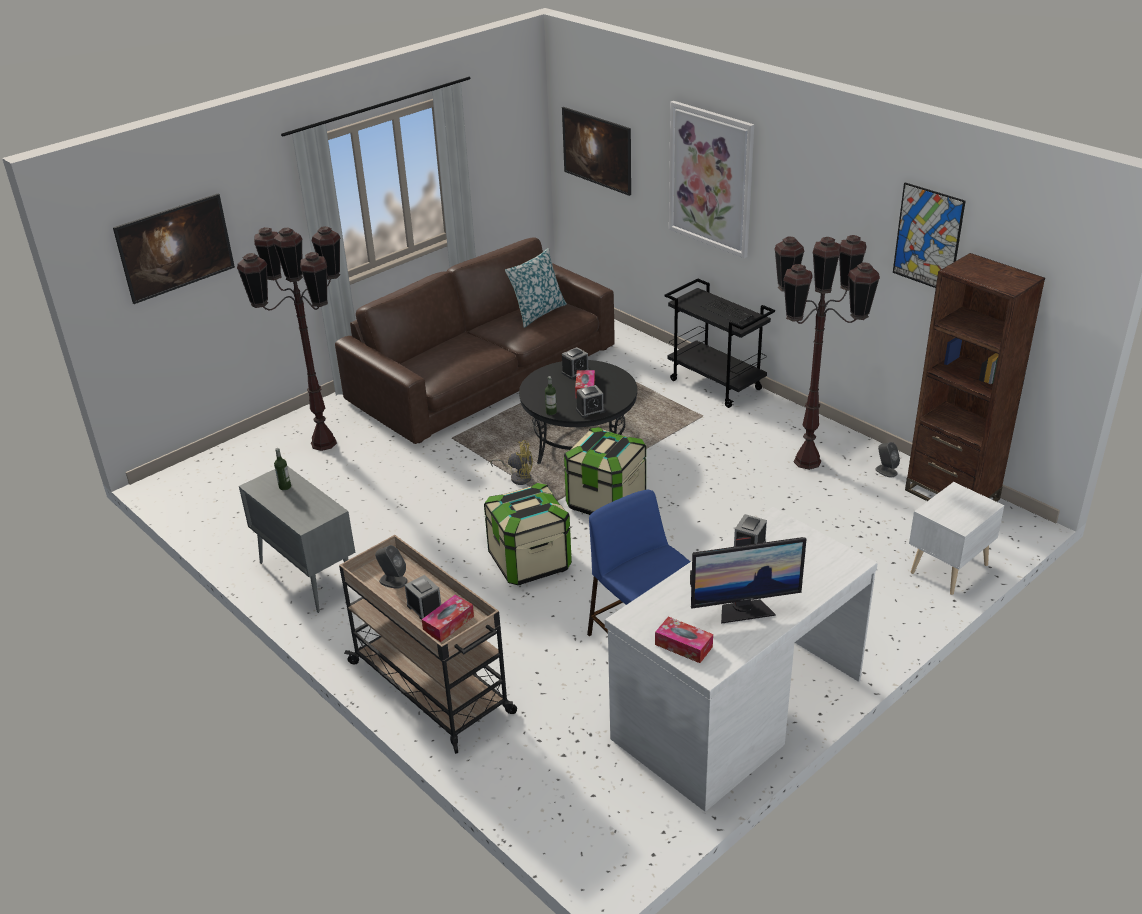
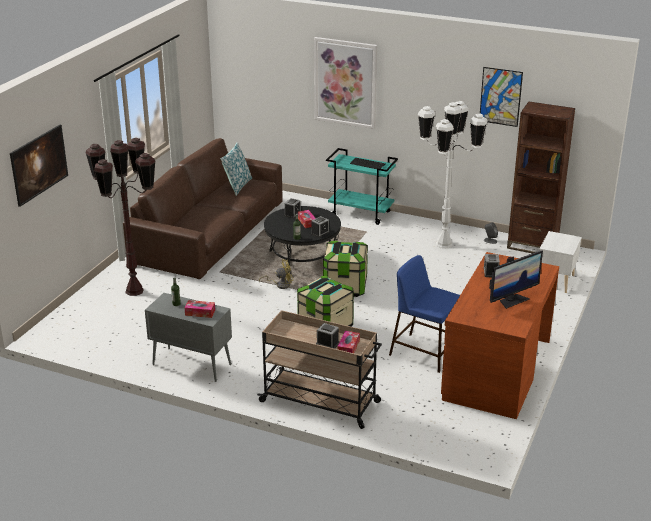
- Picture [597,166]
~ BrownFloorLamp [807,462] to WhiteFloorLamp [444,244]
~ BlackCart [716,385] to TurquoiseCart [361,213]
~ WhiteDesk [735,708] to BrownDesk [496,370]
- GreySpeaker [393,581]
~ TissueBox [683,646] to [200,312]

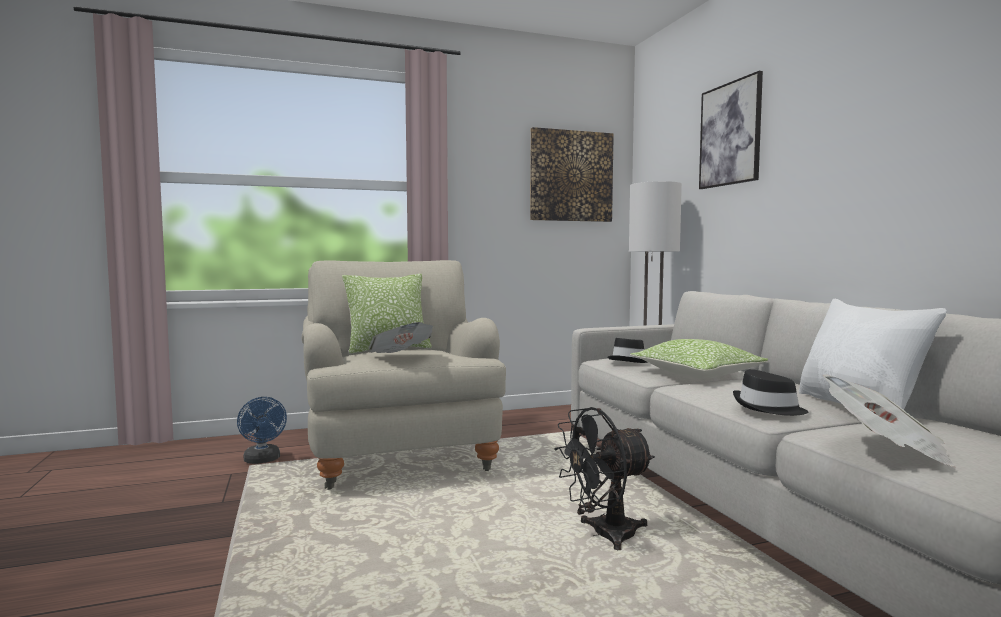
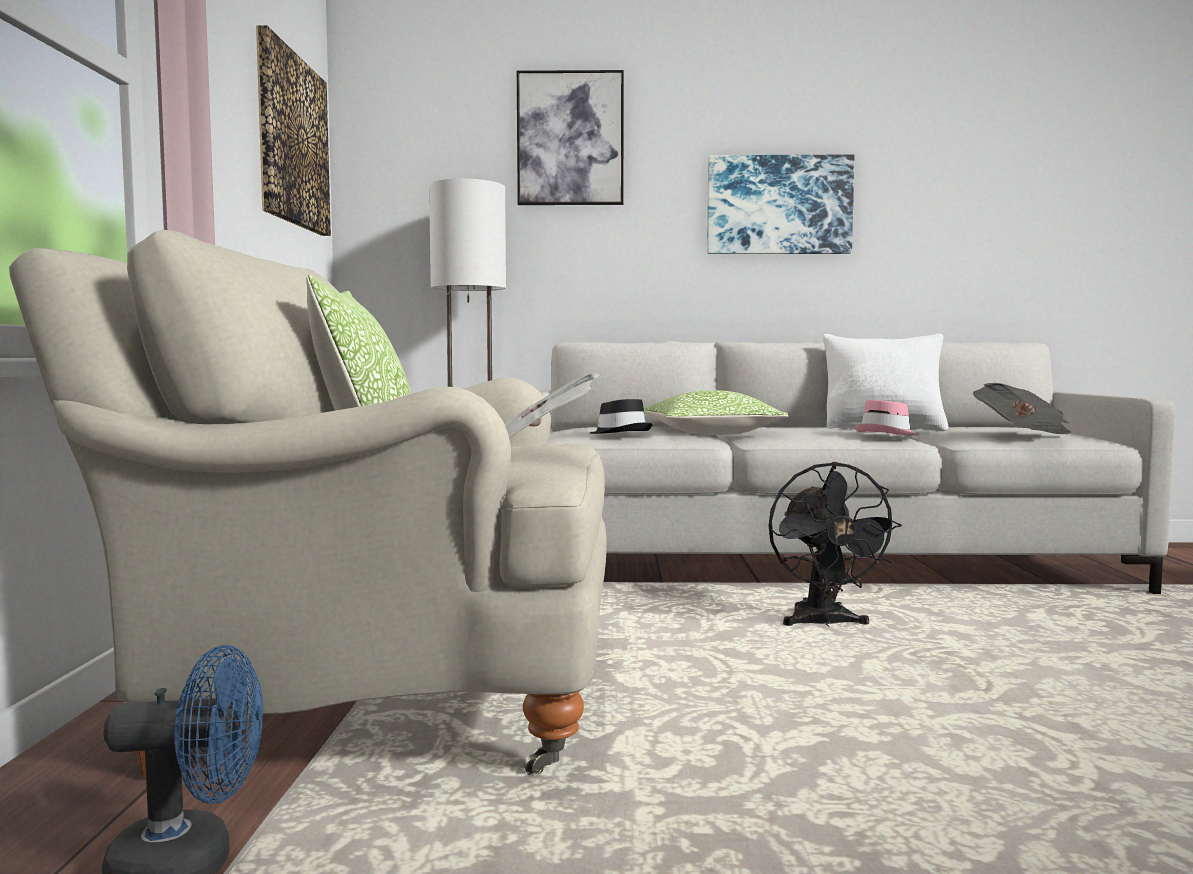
~ BlackHat [768,408] to PinkHat [888,435]
+ Picture [778,205]

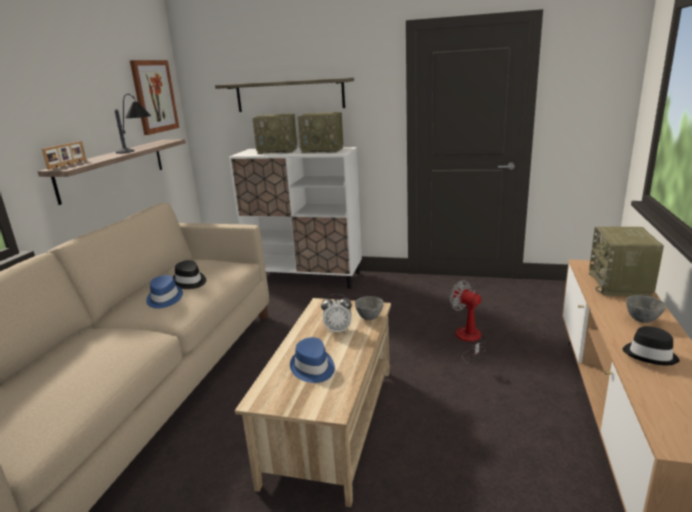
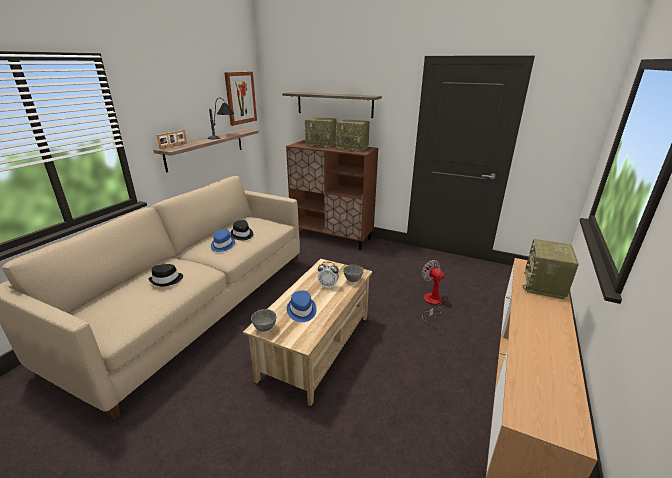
~ WhiteCabinet [305,277] to BrownCabinet [332,237]
~ GreyBowl [642,320] to [265,328]
~ BlackHat [650,355] to [166,280]

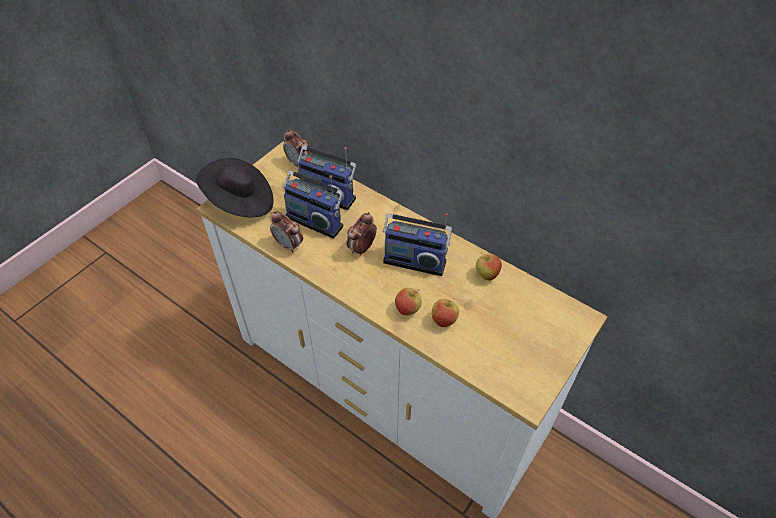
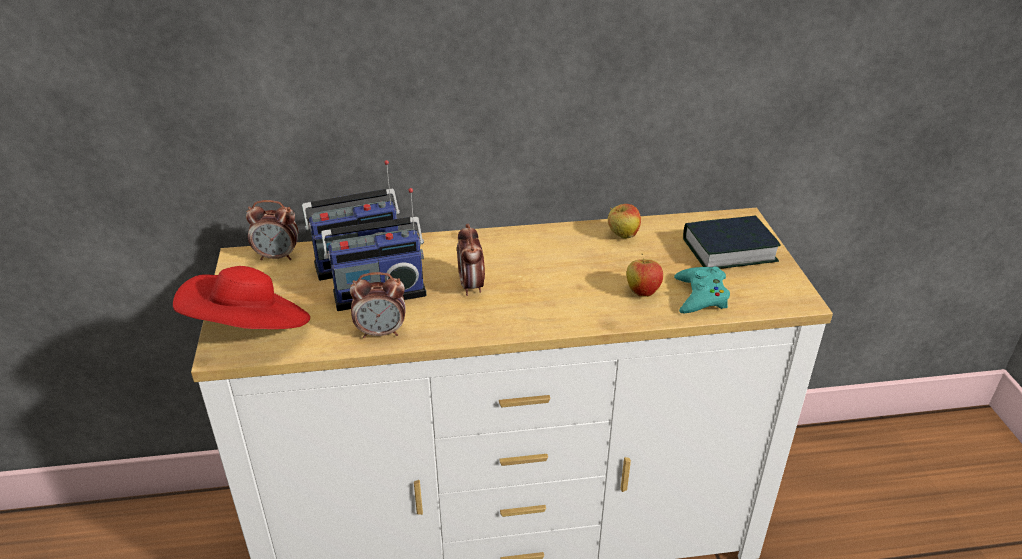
~ BlackHat [240,202] to RedHat [250,330]
- Radio [415,259]
- Apple [408,309]
+ Book [729,250]
+ TurquoiseGameController [700,296]

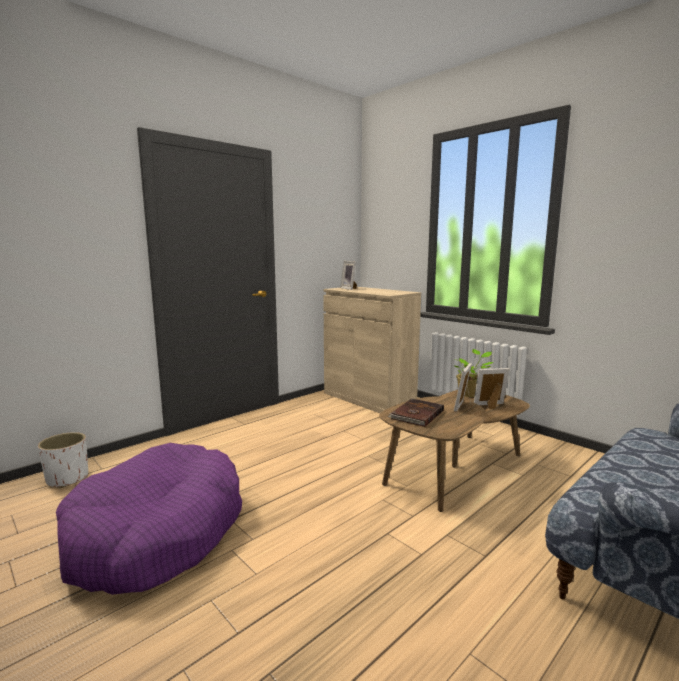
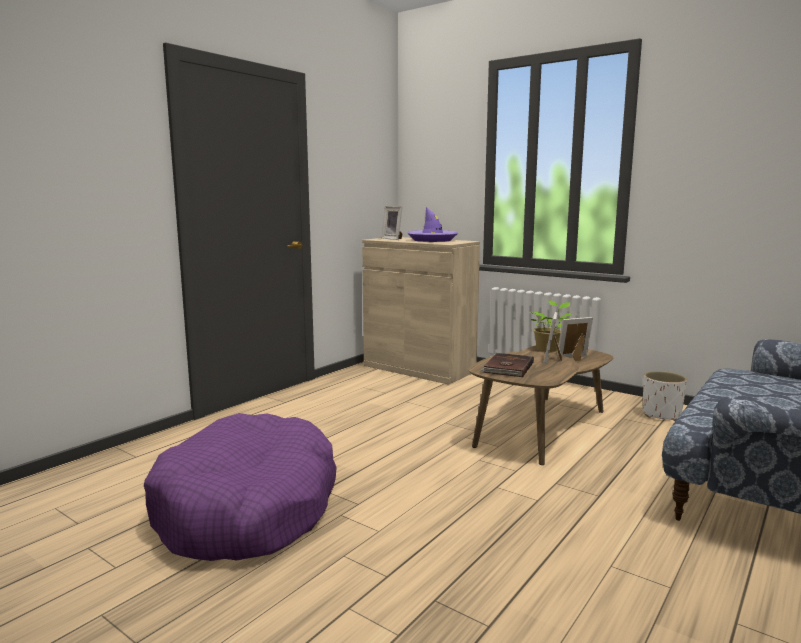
~ WhitePlanter [68,478] to [661,415]
+ PurpleHat [432,240]

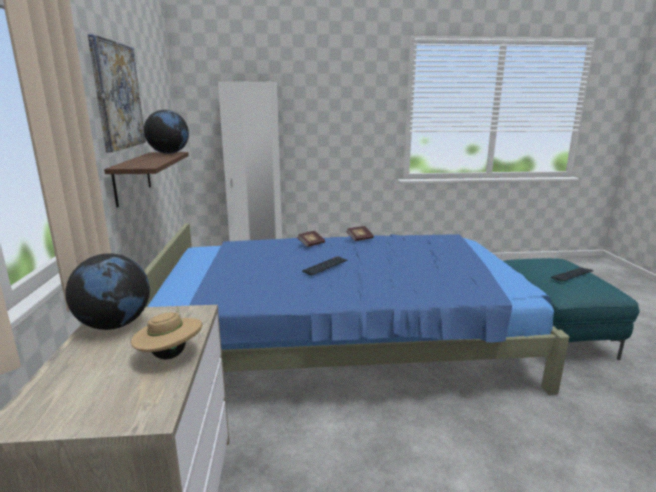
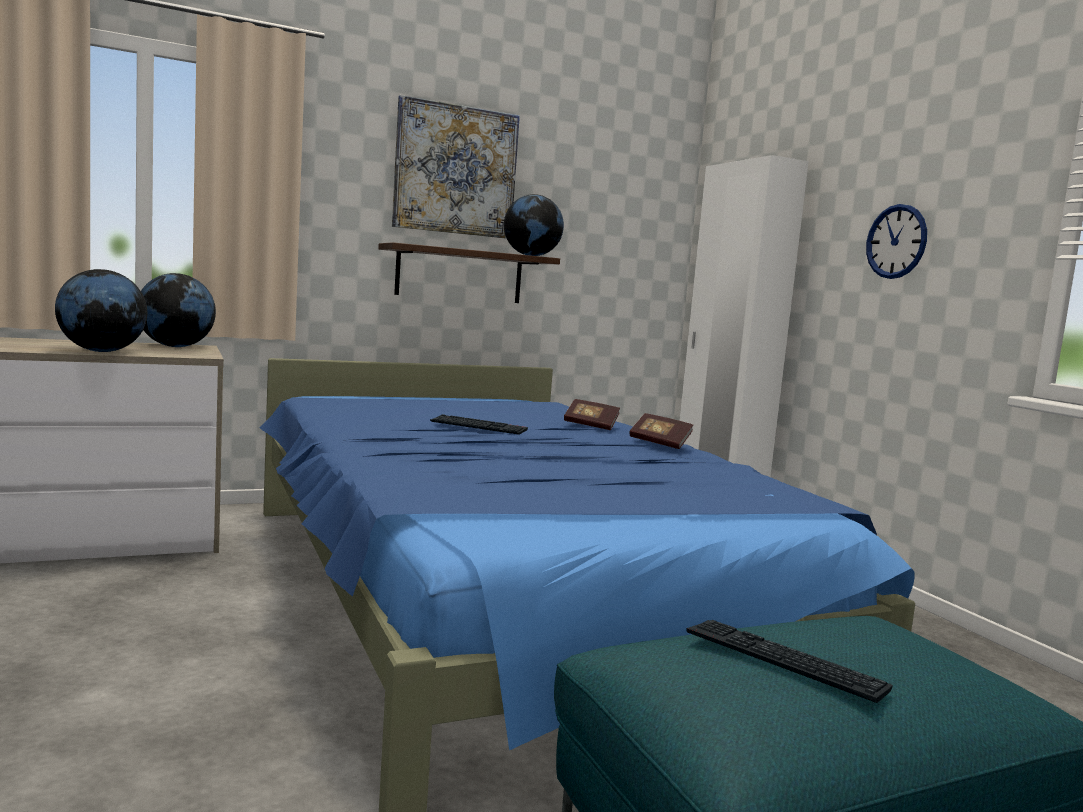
~ BeigeHat [170,355] to Globe [101,351]
+ WallClock [896,241]

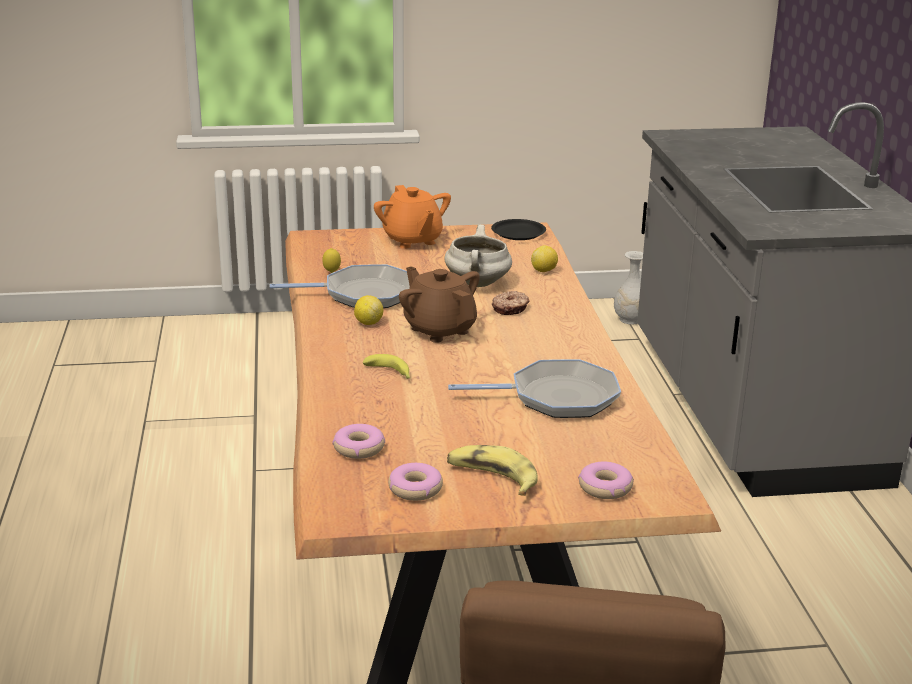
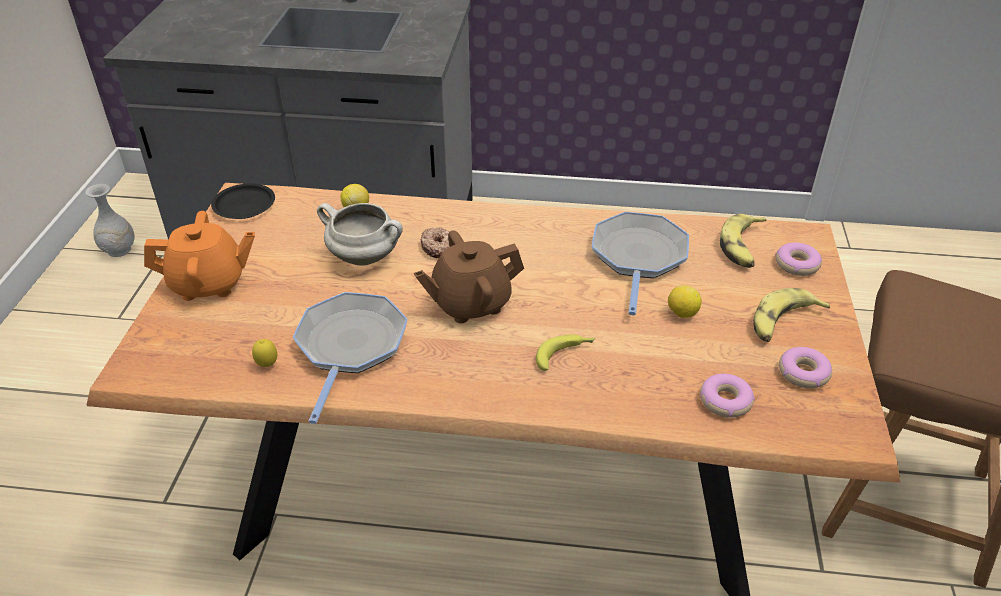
~ Lemon [368,323] to [681,313]
+ Banana [742,247]

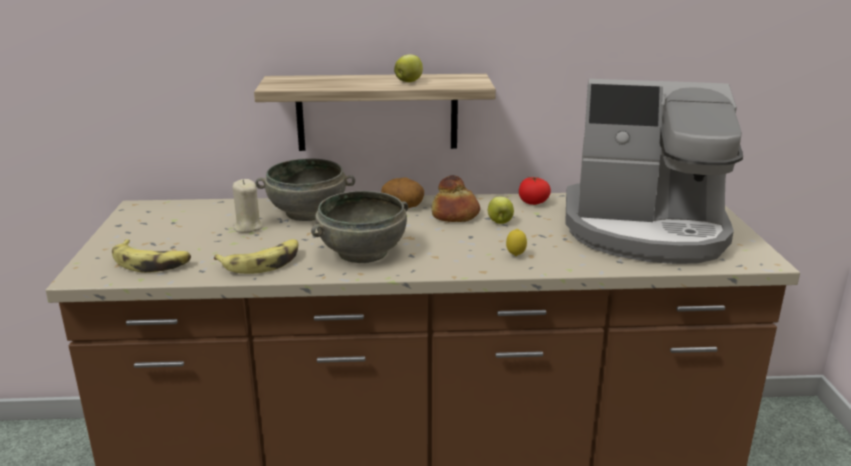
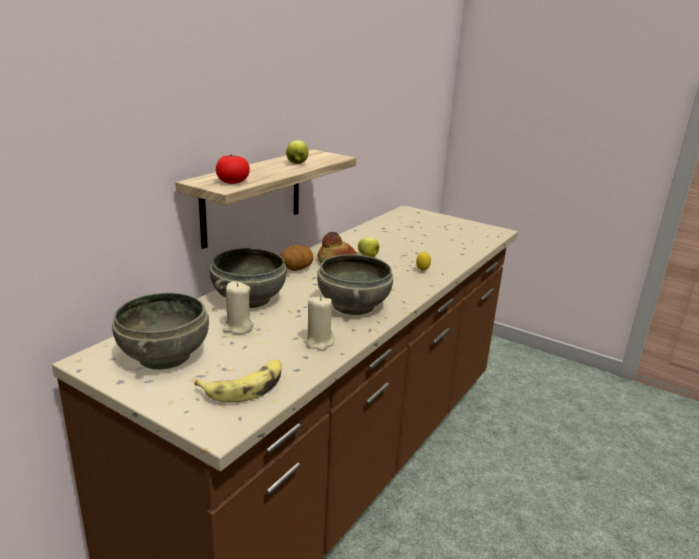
- CoffeeMachine [645,230]
~ Tomato [533,202] to [233,182]
~ Banana [262,263] to BeigeCandle [319,342]
+ GreyBowl [165,356]

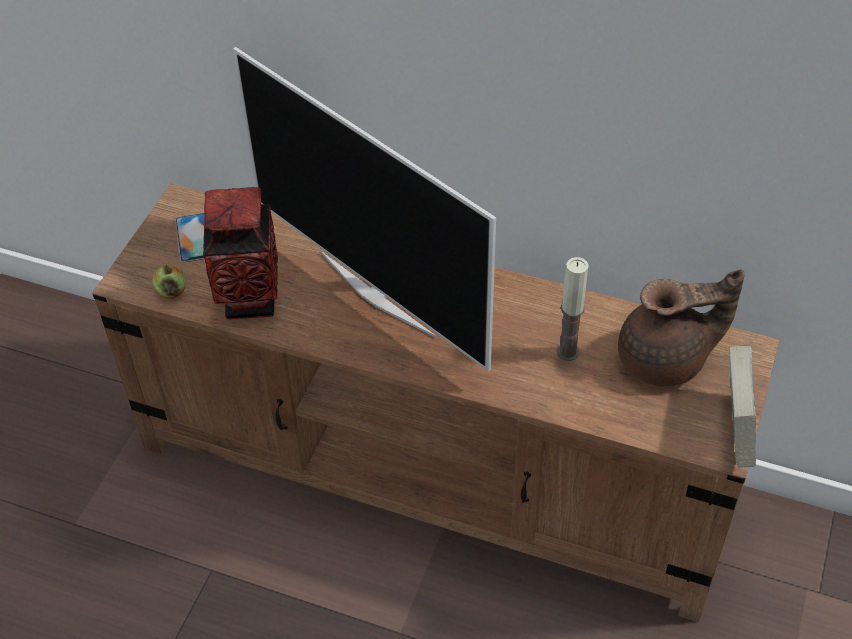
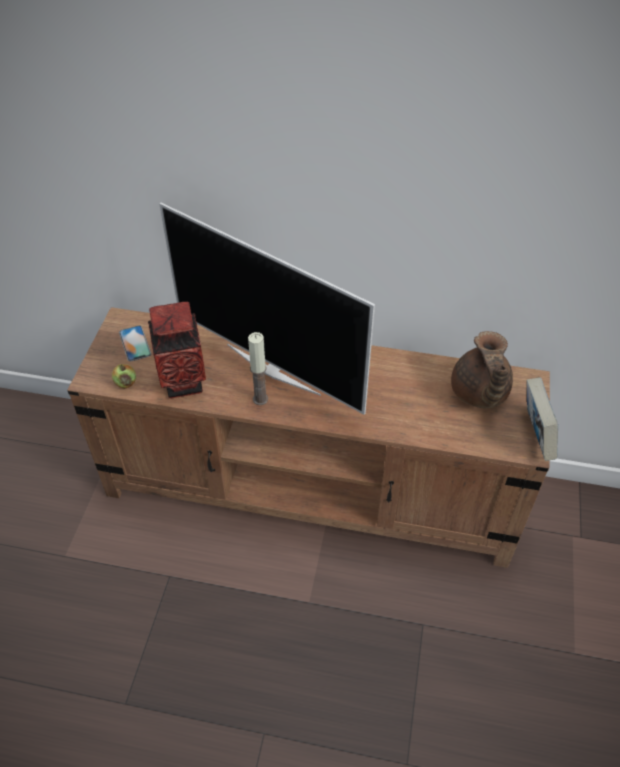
~ Candle [567,352] to [260,399]
~ BrownTeapot [666,360] = [479,393] 105 degrees clockwise

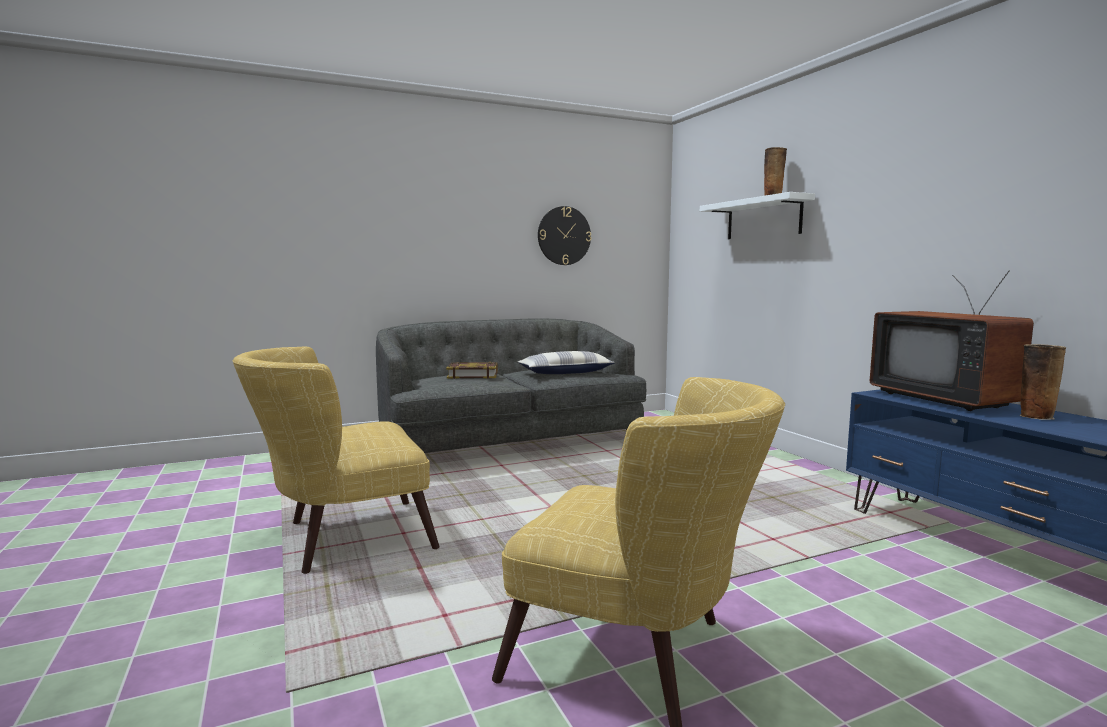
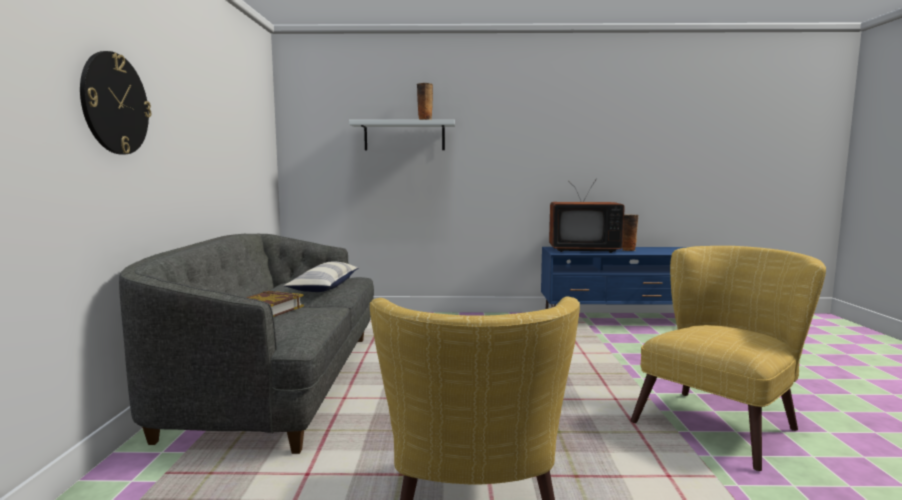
~ WallClock [564,236] to [115,104]

